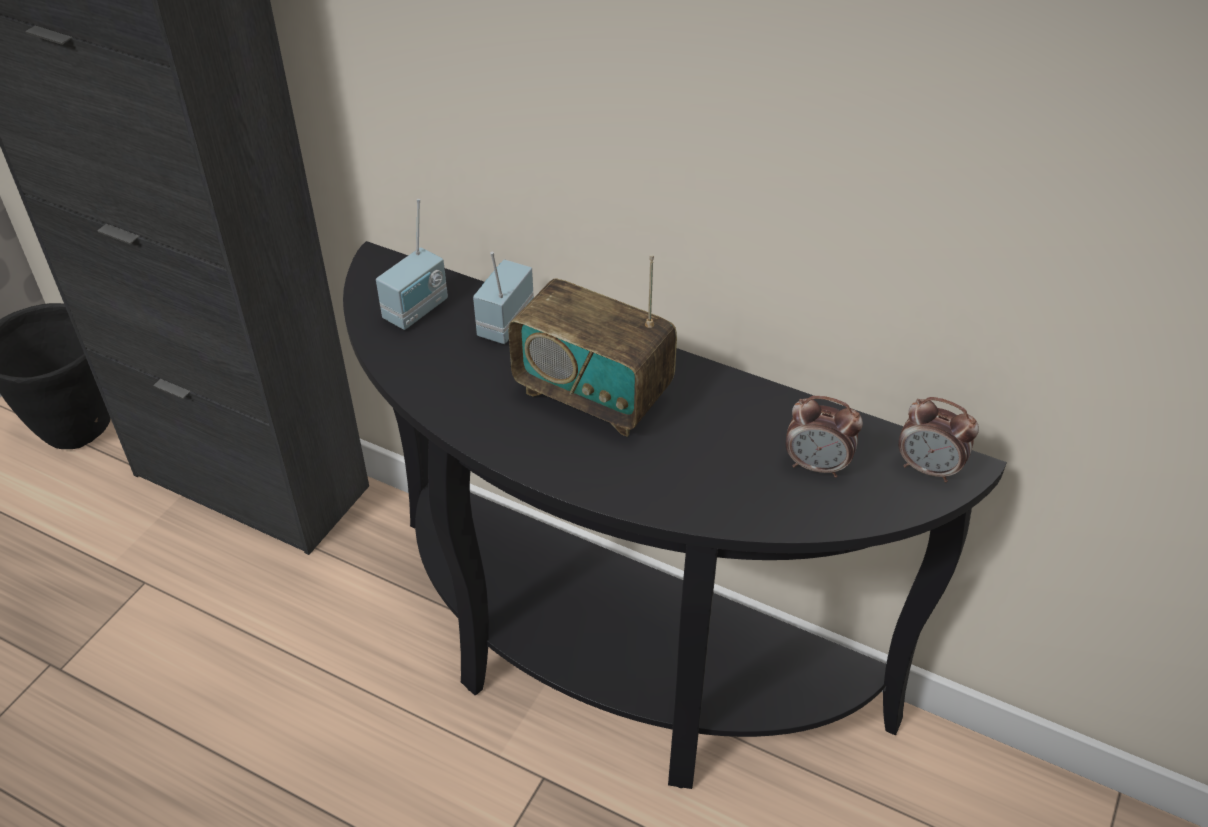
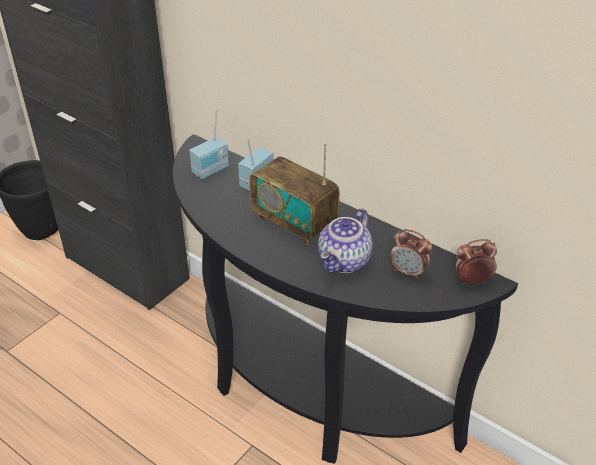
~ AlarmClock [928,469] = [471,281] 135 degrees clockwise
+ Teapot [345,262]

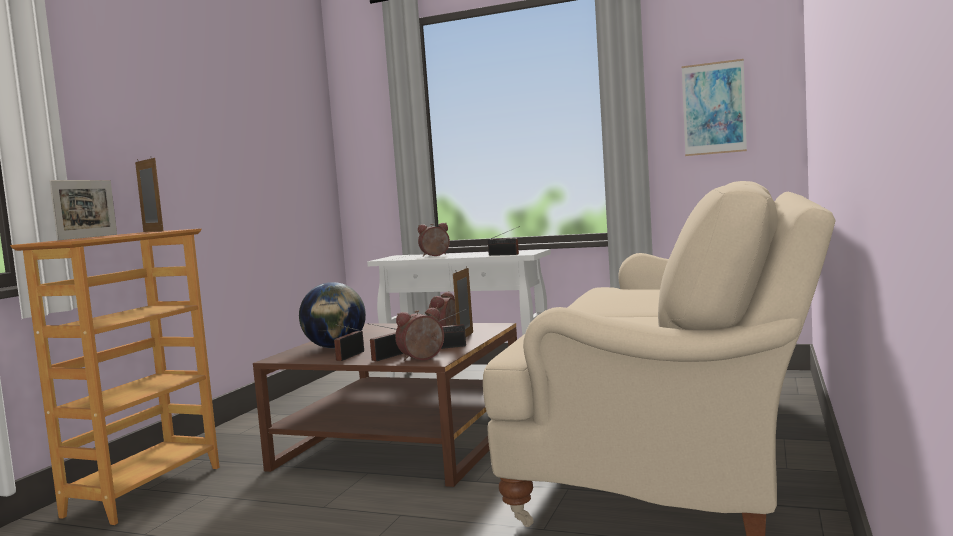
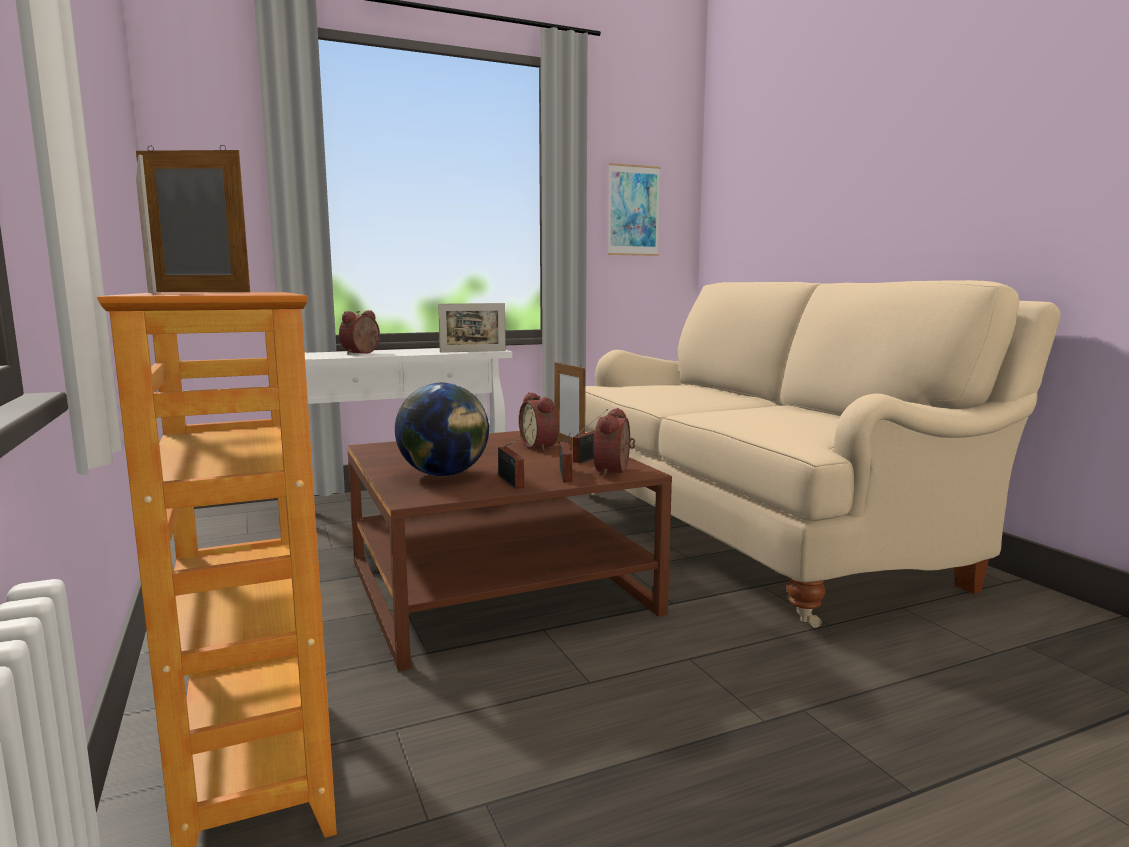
~ Radio [505,255] to PictureFrame [473,351]

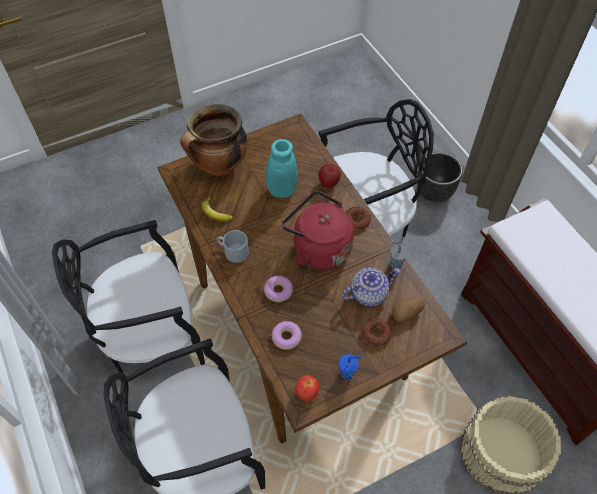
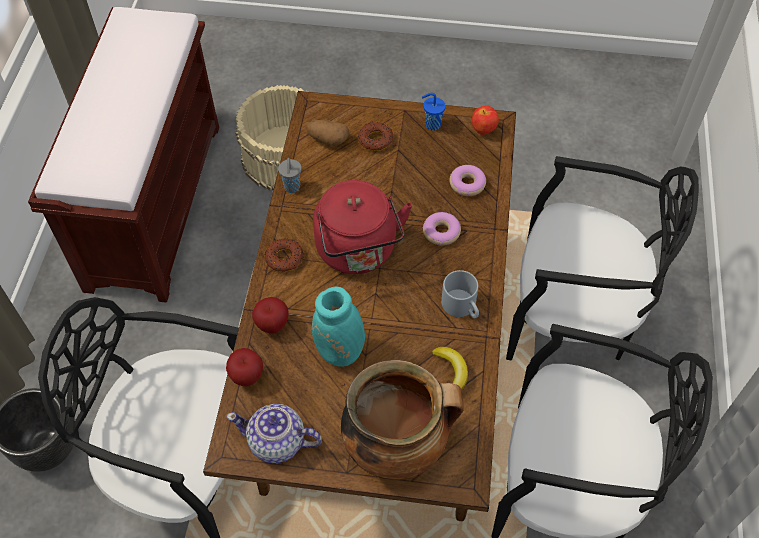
~ Teapot [368,294] to [277,443]
+ Apple [247,377]

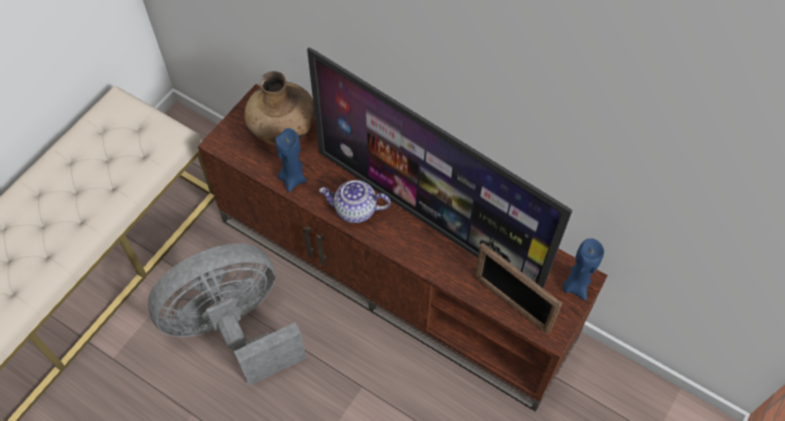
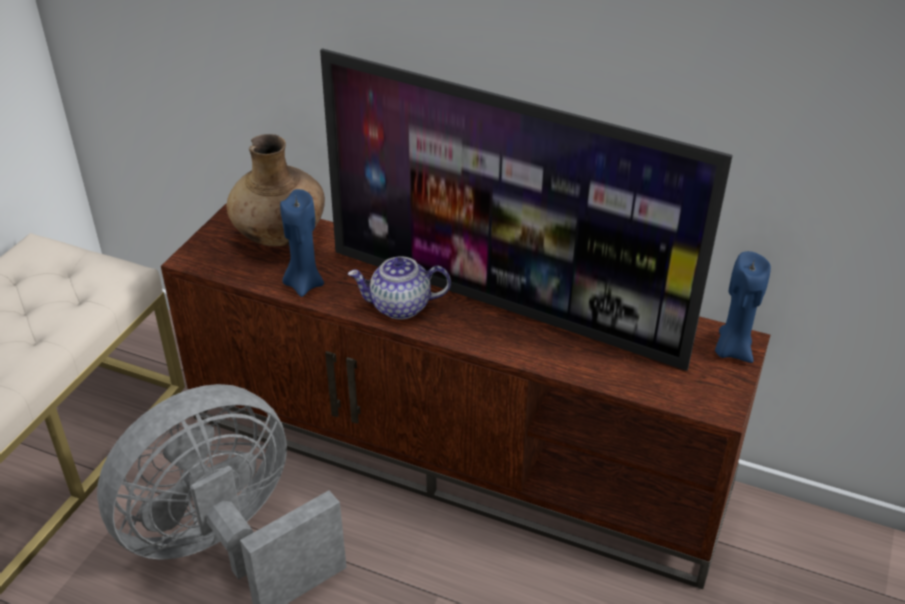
- PictureFrame [511,303]

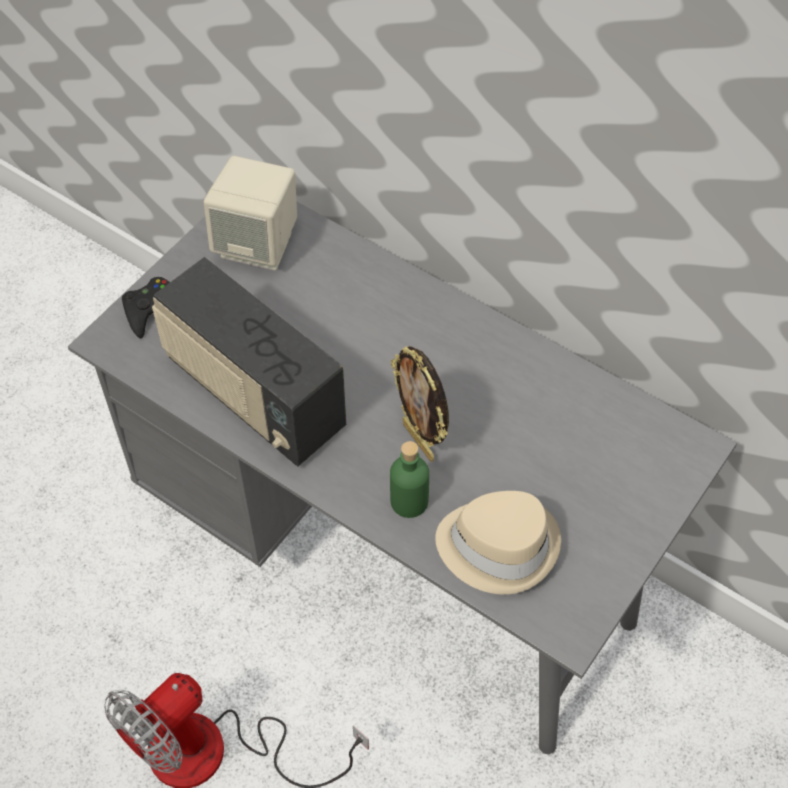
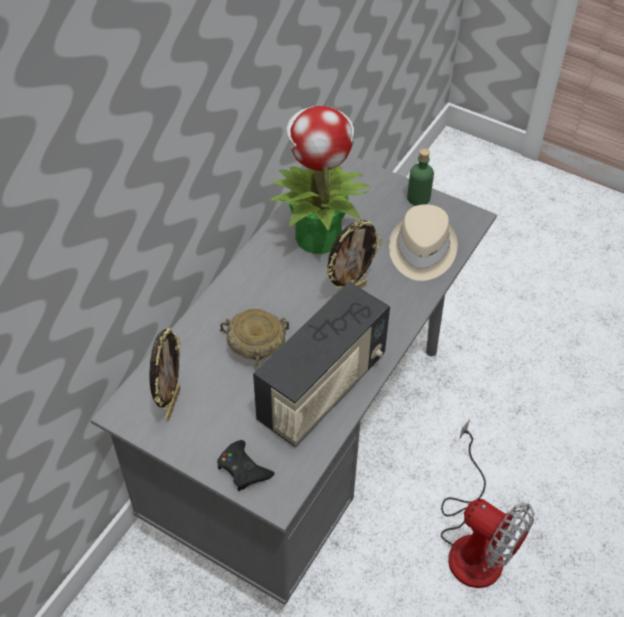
~ BeigeSpeaker [257,244] to PictureFrame [171,403]
~ GreenBottle [409,501] to [418,198]
+ PottedPlant [317,236]
+ BeigeBowl [255,347]

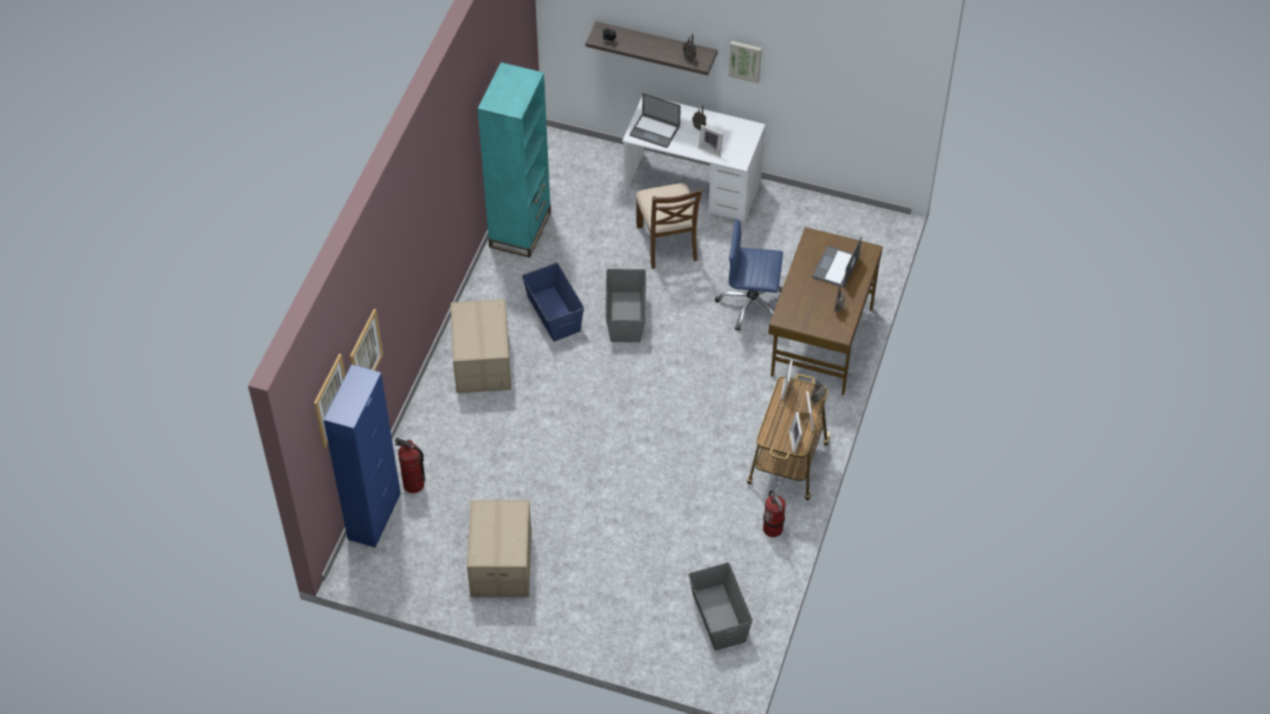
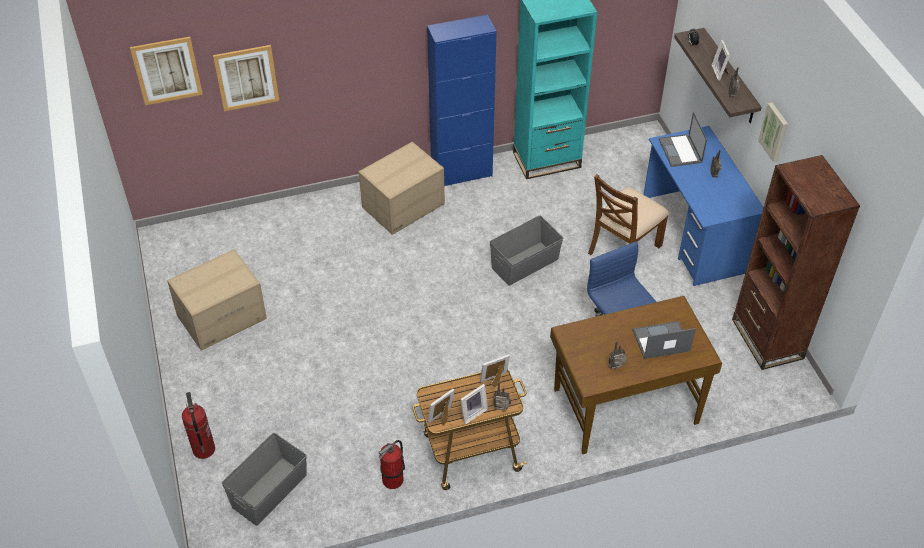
~ WhiteDesk [692,188] to BlueDesk [693,235]
~ PictureFrame [711,149] to [720,72]
- BlueStorageBox [554,313]
~ BlueCabinet [374,516] to [461,173]
~ FireExtinguisher [413,484] to [204,449]
+ BrownBookcase [767,339]

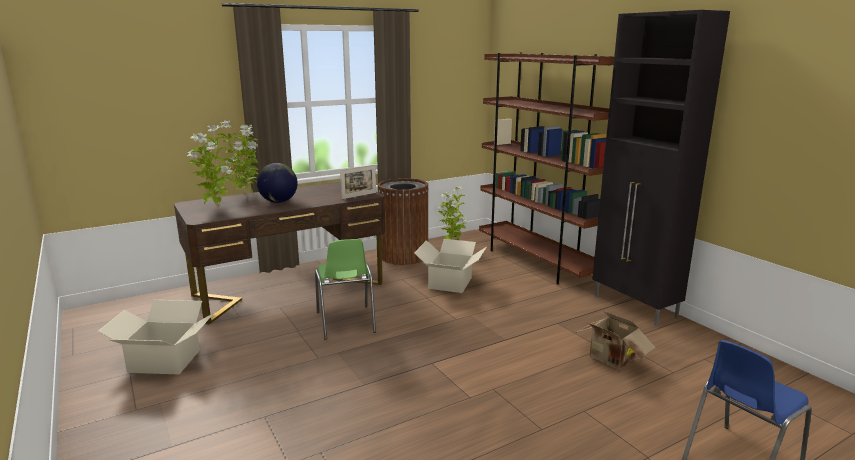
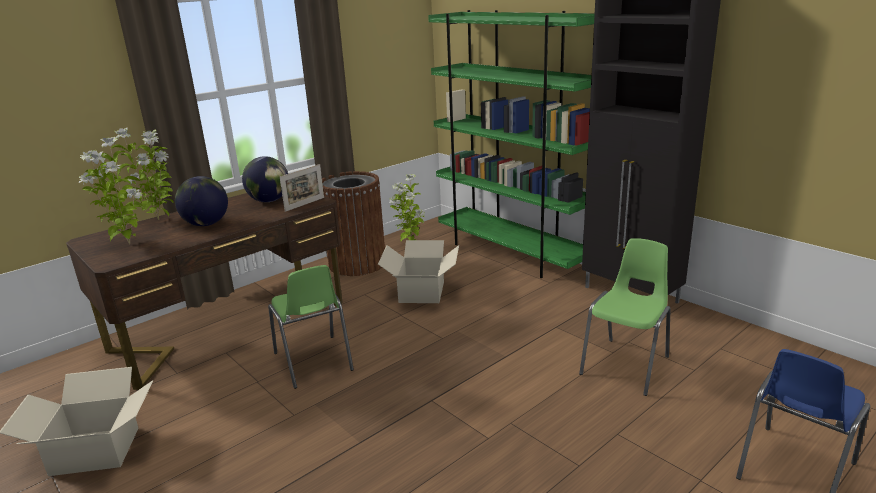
~ BrownBookcase [538,262] to GreenBookcase [512,253]
~ CardboardBox [611,360] to GreenChair [626,365]
+ Globe [269,201]

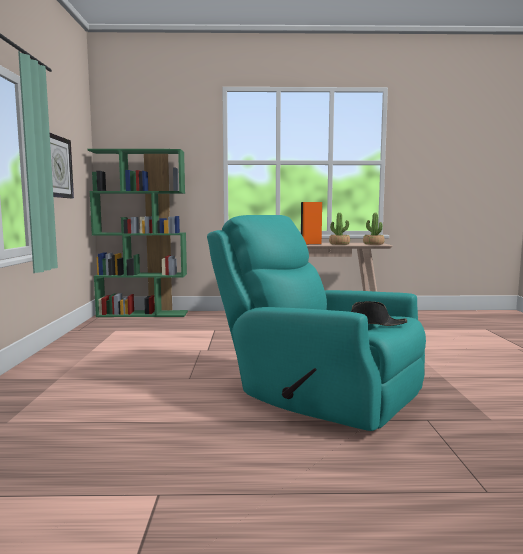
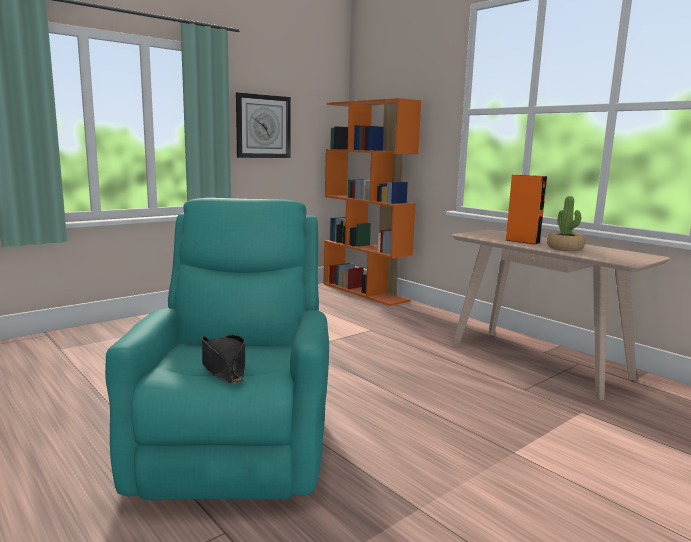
~ GreenBookcase [143,314] to OrangeBookcase [365,292]
- PottedPlant [373,244]

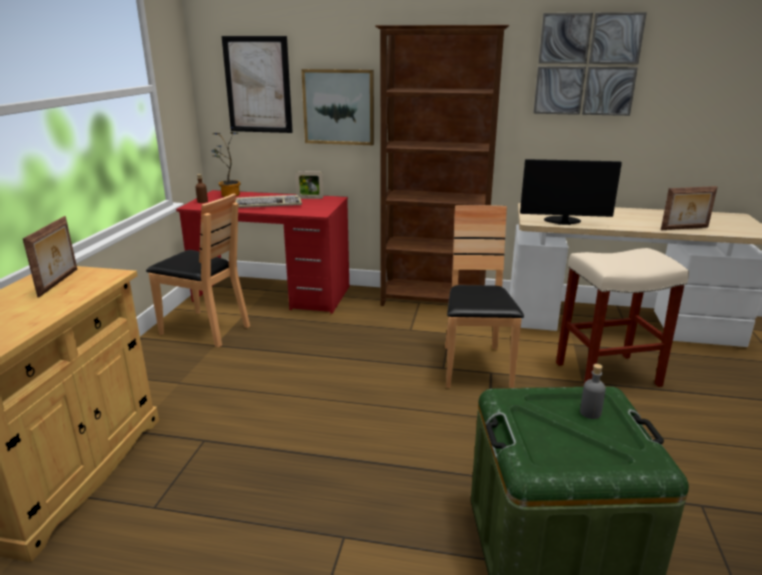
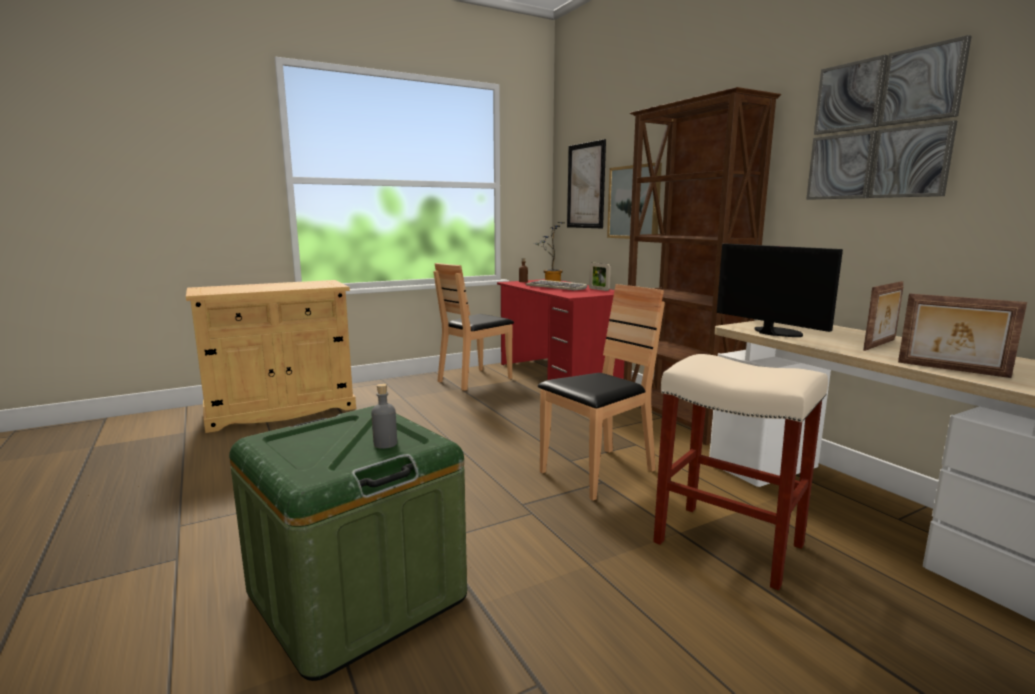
~ BrownChair [205,329] = [475,379] 60 degrees clockwise
~ PictureFrame [60,282] to [880,345]

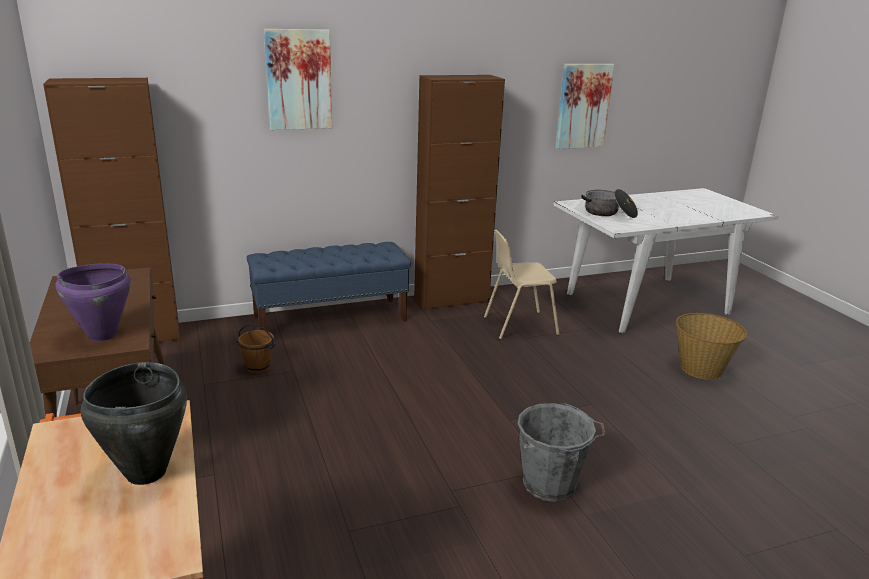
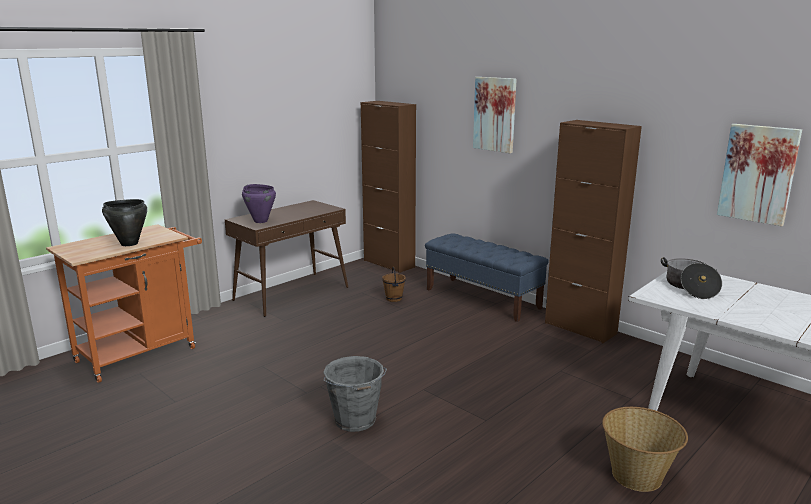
- BeigeChair [519,325]

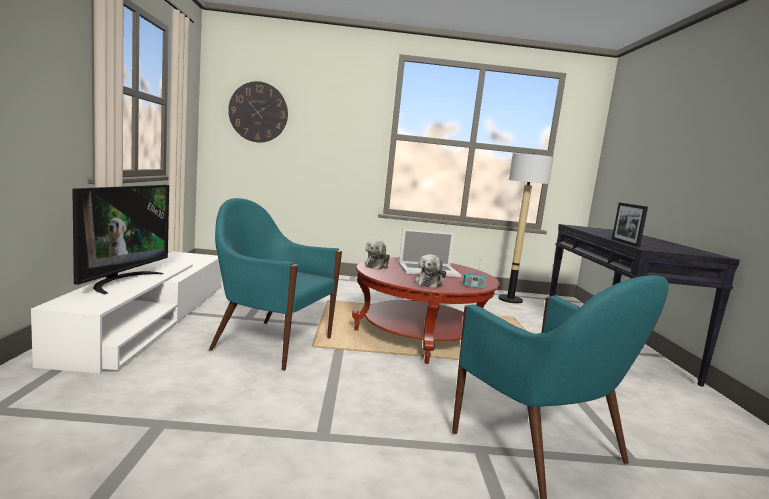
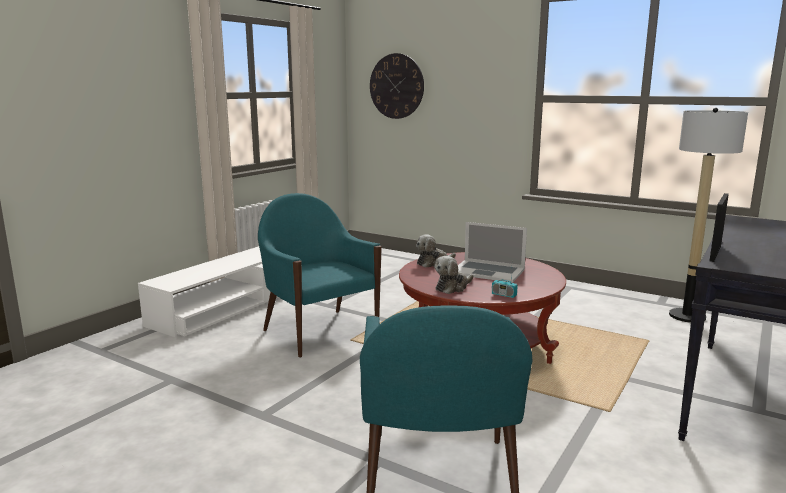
- Television [121,281]

